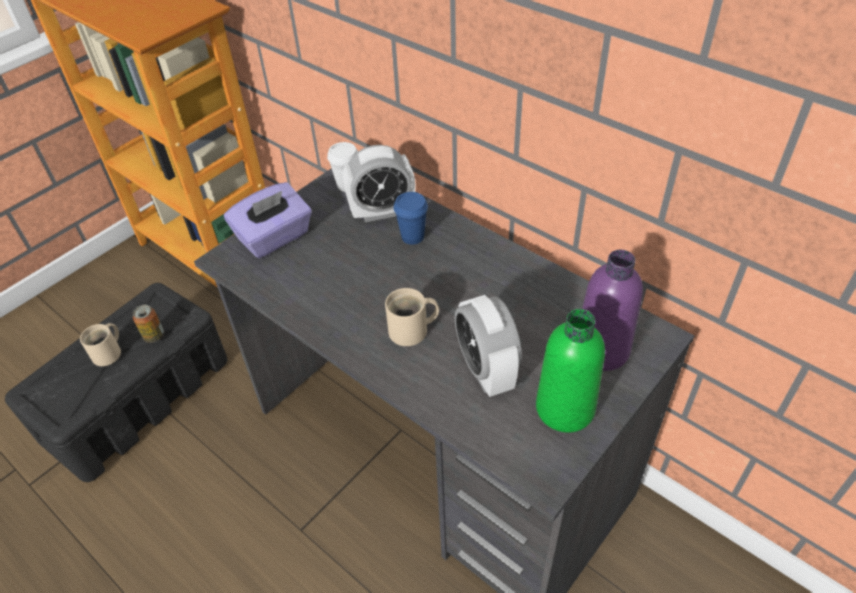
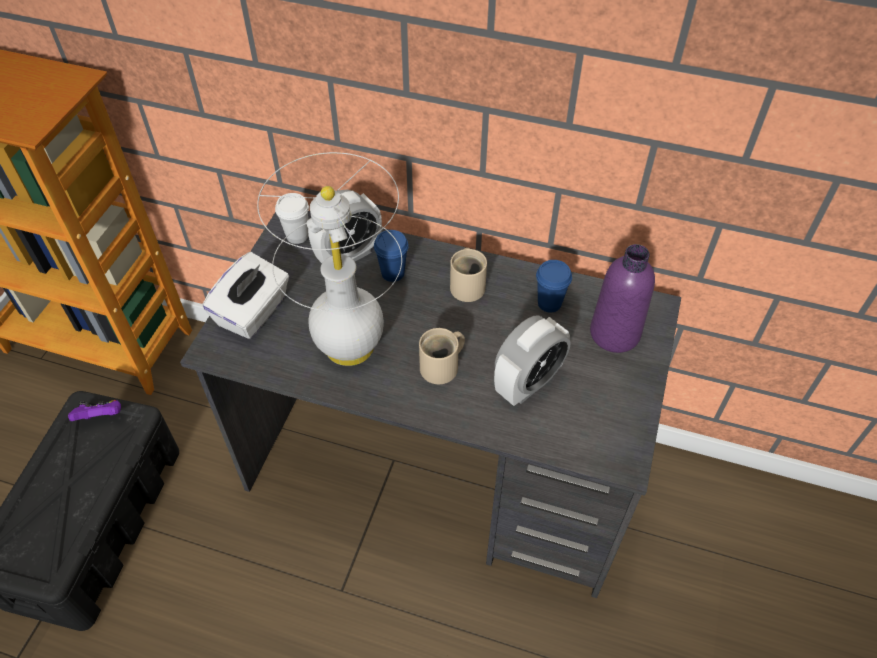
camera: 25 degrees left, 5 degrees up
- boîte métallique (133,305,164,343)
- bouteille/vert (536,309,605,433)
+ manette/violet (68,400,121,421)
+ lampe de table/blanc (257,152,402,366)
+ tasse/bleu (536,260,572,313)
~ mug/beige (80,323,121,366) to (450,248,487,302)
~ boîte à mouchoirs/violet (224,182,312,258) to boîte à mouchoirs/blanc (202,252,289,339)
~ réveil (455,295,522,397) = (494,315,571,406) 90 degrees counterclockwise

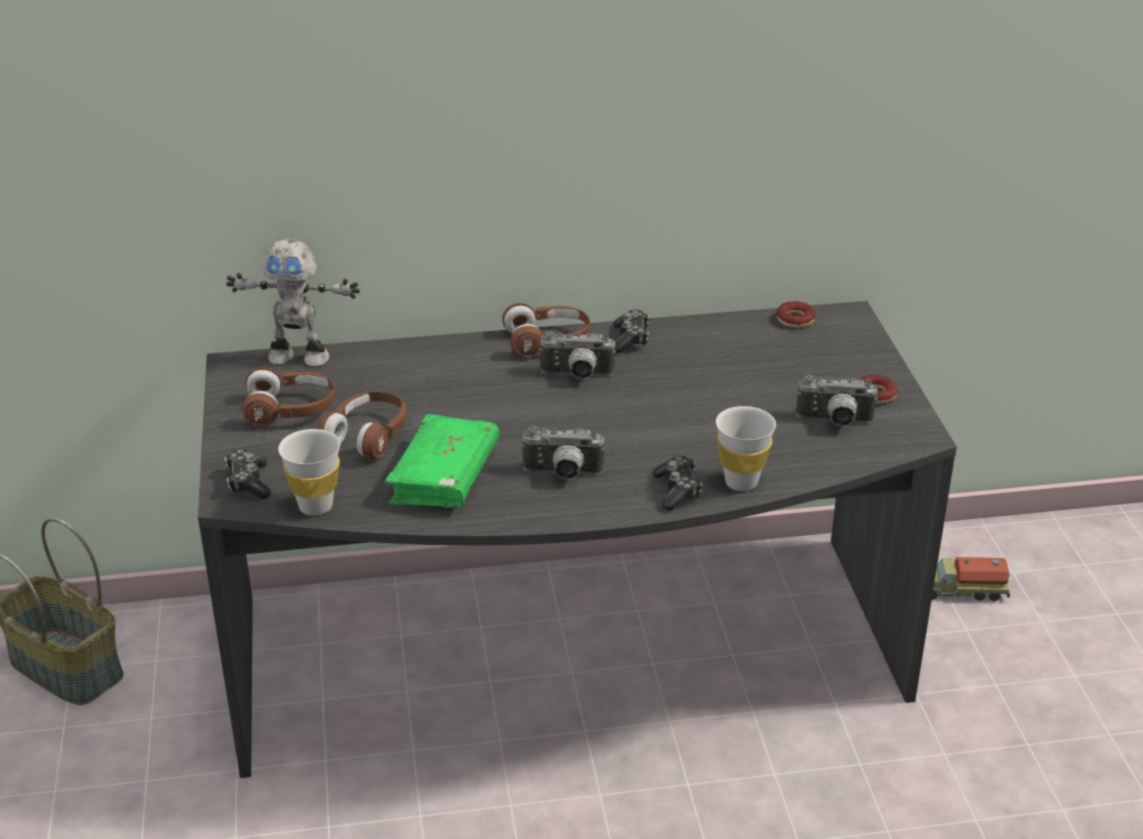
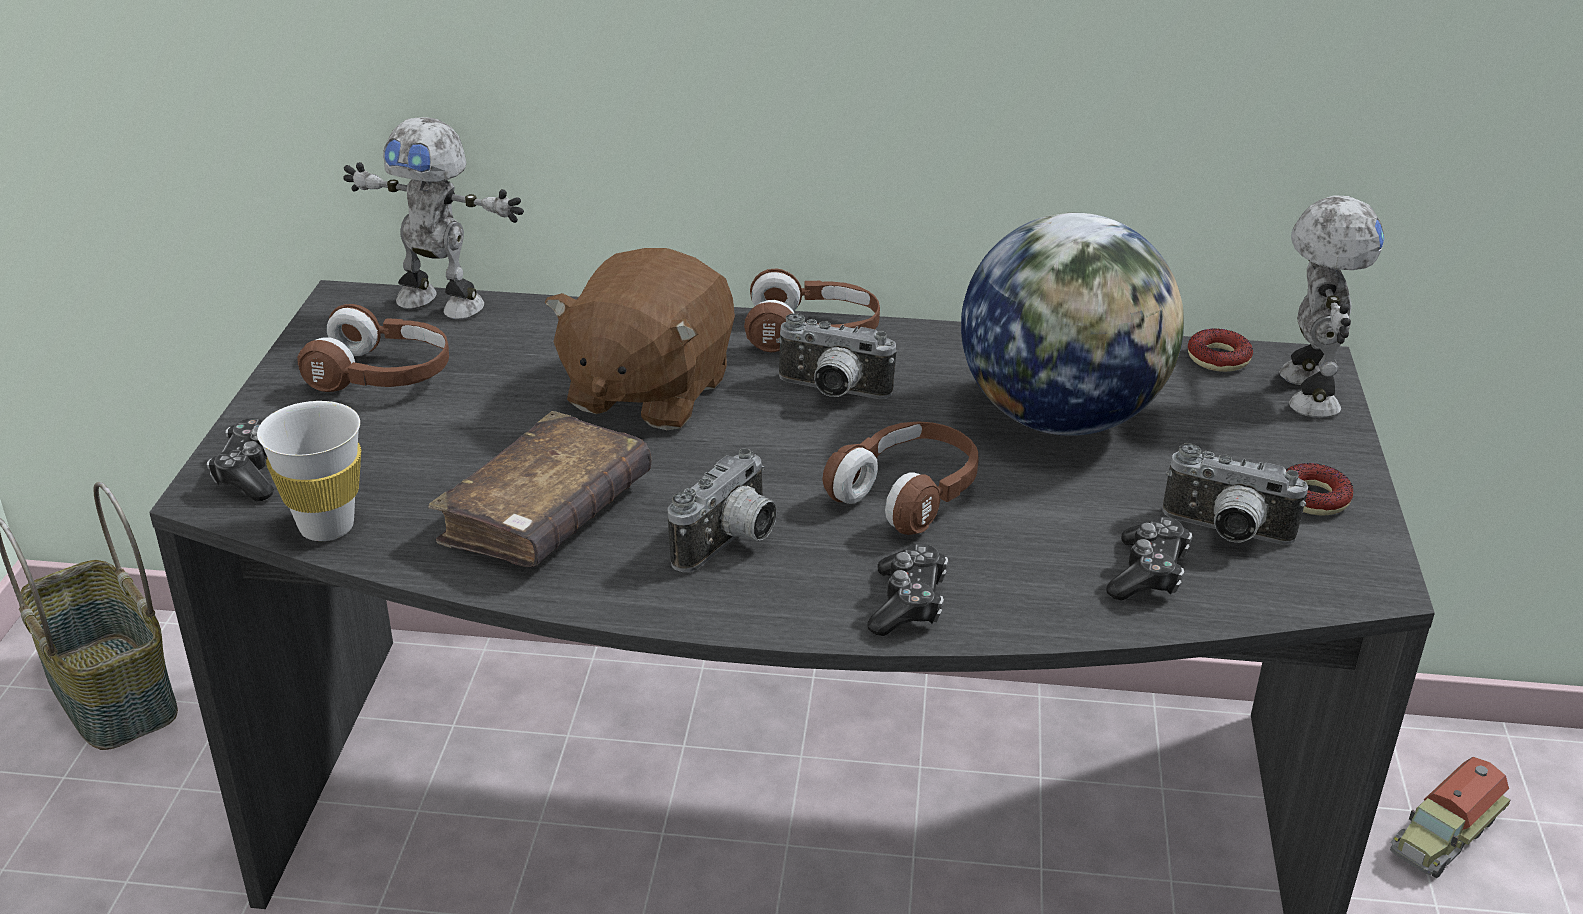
camera: 15 degrees right, 0 degrees up
- tasse/blanc (716,406,776,491)
+ peluche/marron (545,248,735,430)
+ globe (961,213,1184,436)
+ robot jouet (1279,195,1385,418)
~ casque audio/marron (316,391,407,460) to (822,421,979,535)
~ manette (613,309,649,353) to (1106,517,1192,601)
~ livre/vert (385,414,499,508) to livre/marron (429,411,652,567)
~ appareil photo (521,425,605,480) = (668,448,777,572) 75 degrees counterclockwise
~ camion jouet (932,557,1010,601) = (1390,757,1510,878) 60 degrees counterclockwise

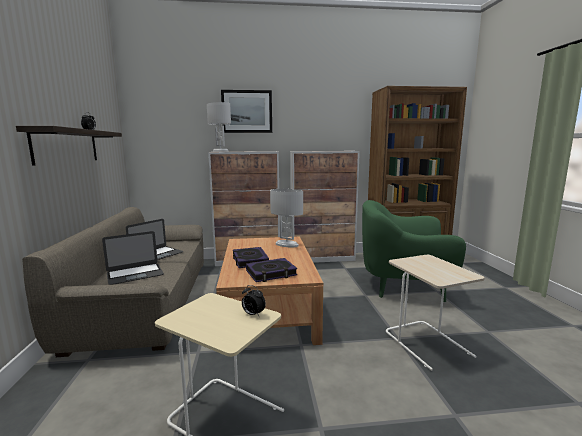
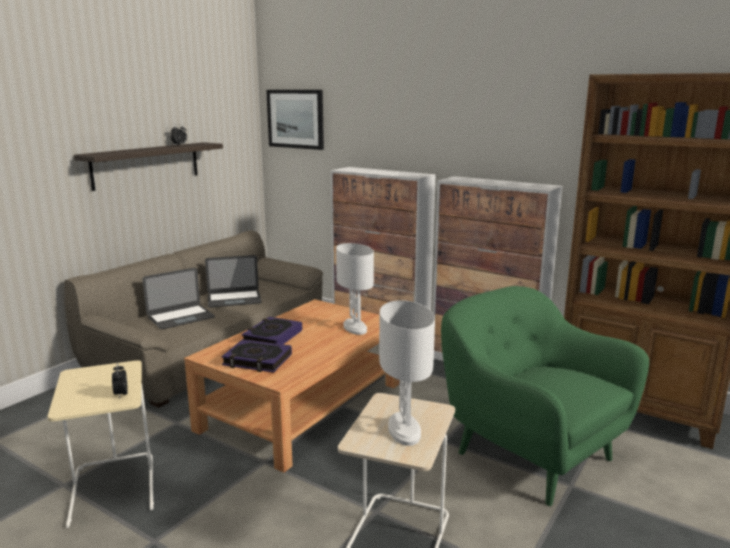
camera: 40 degrees right, 5 degrees up
~ lampe de table/blanc (207,102,231,152) to (379,300,435,446)
~ tableau (221,90,272,133) to (266,90,324,150)
~ ordinateur portable (102,231,164,285) = (143,268,215,329) 45 degrees counterclockwise

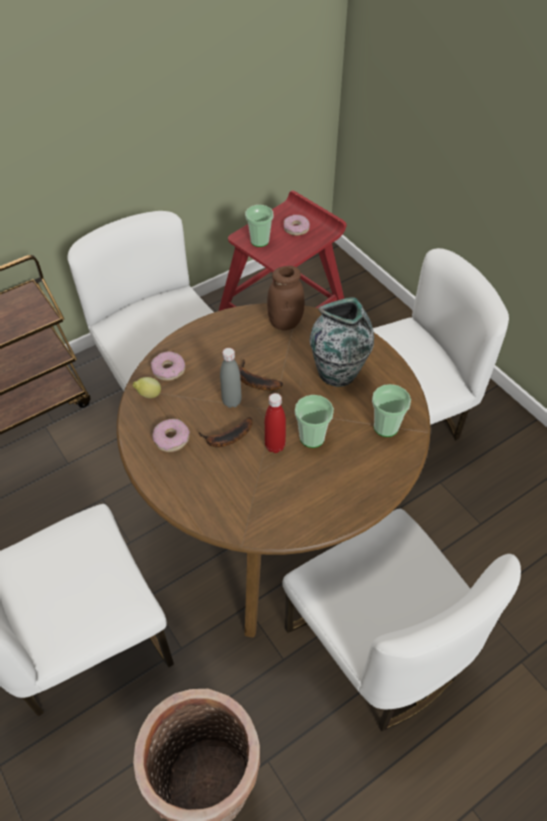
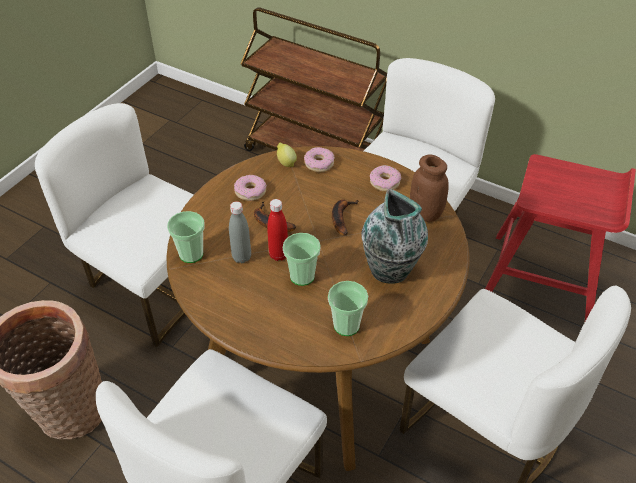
camera: 65 degrees right, 5 degrees down
~ bouteille/gris (220,348,242,408) to (229,201,251,263)
~ tasse (245,205,273,247) to (167,211,205,263)
~ beignet (284,215,310,236) to (370,165,401,192)

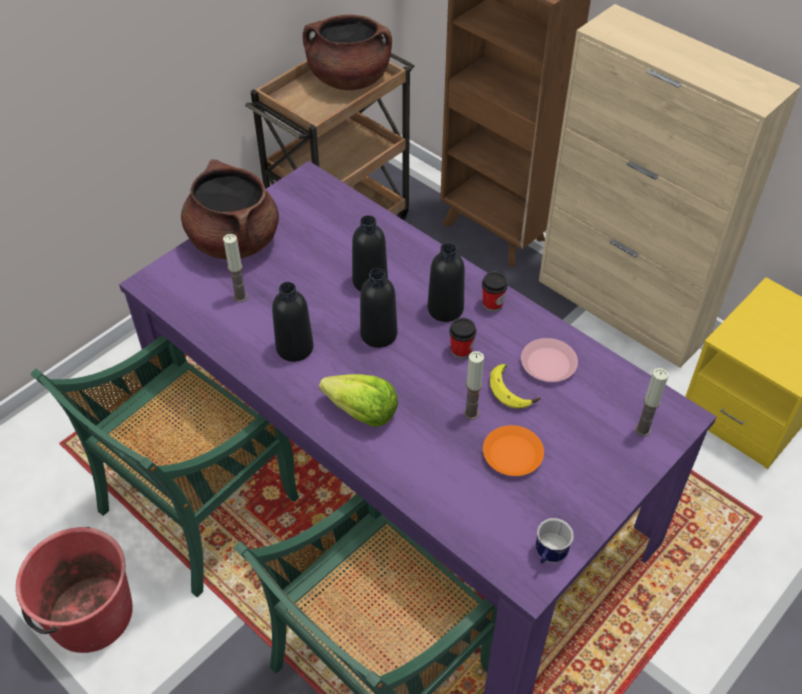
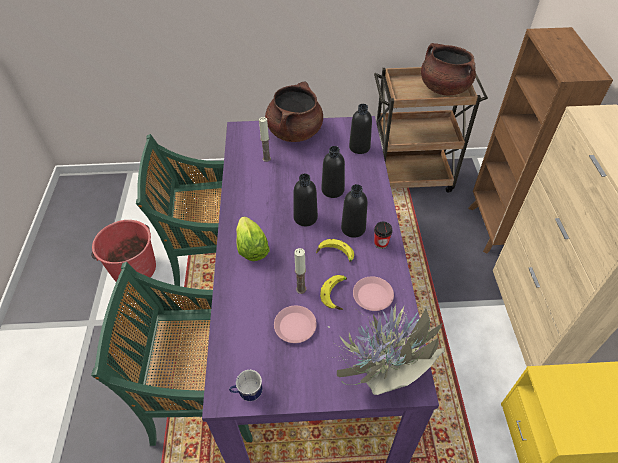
camera: 45 degrees right, 0 degrees up
~ bouteille/noir (272,282,314,362) to (349,104,372,154)
~ tasse (449,318,476,359) to banane (316,239,354,262)
~ bougie (635,368,669,437) to plante en pot (328,305,445,395)
~ assiette/orange (483,425,544,476) to assiette/rose (274,306,317,343)

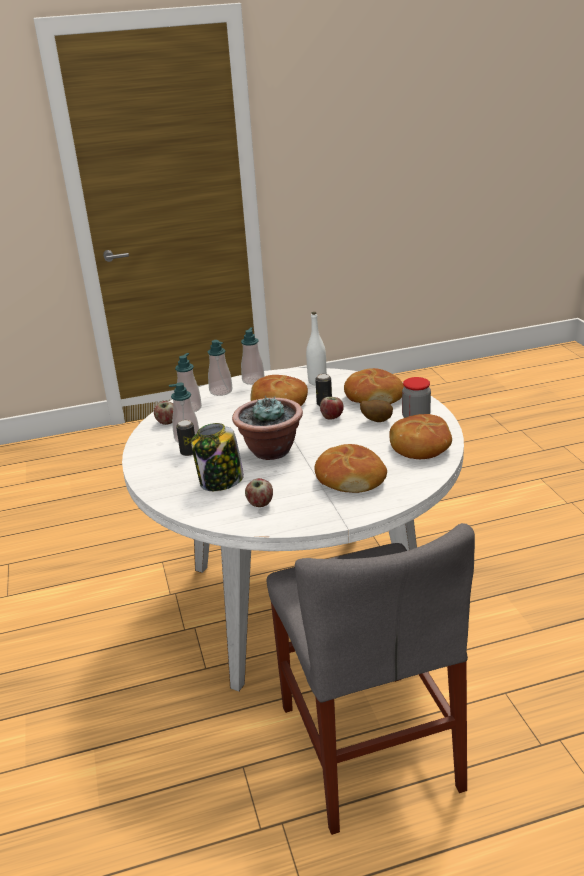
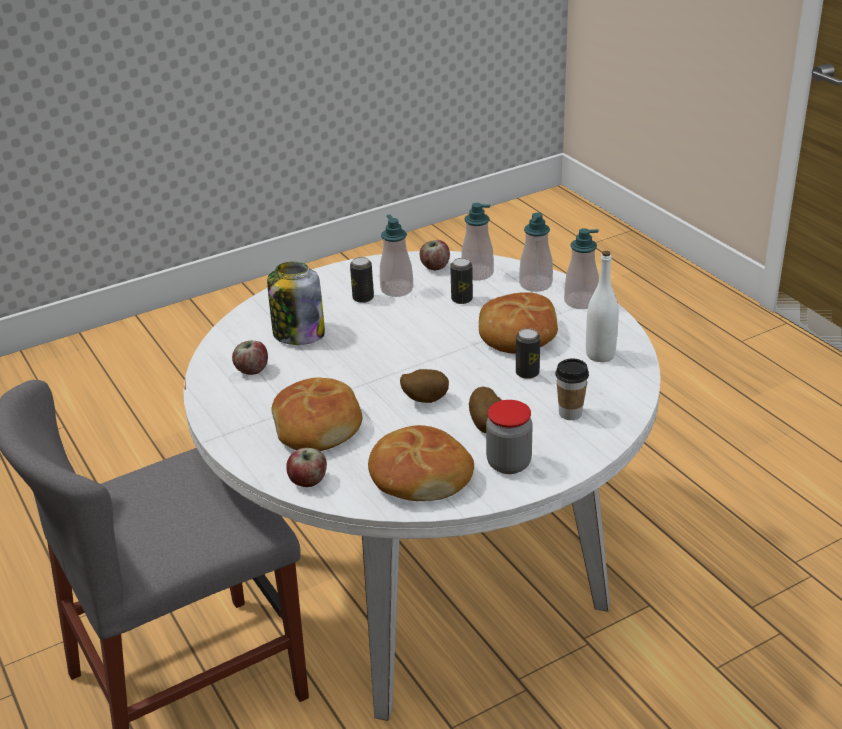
camera: 75 degrees right, 5 degrees up
- plante en pot (232,396,303,460)
+ pomme de terre (400,369,449,403)
+ boîte métallique (450,258,473,304)
~ pomme (320,397,344,420) to (286,448,327,487)
~ pain (344,368,404,404) to tasse (555,359,589,420)

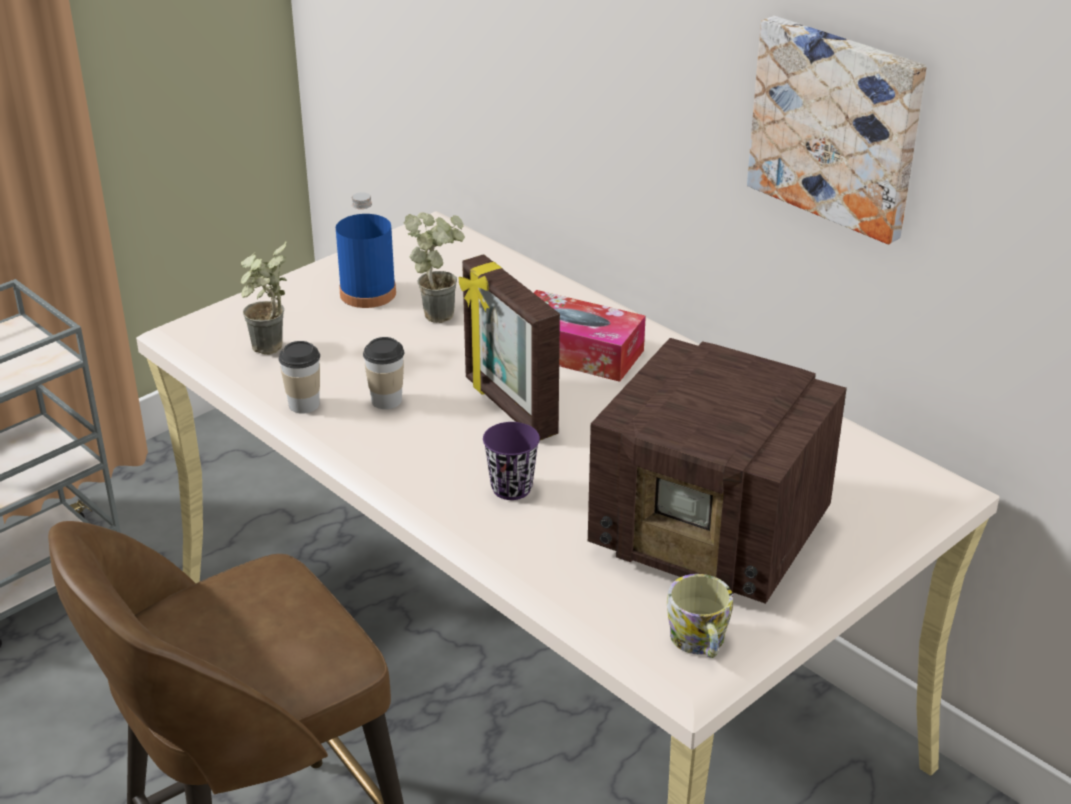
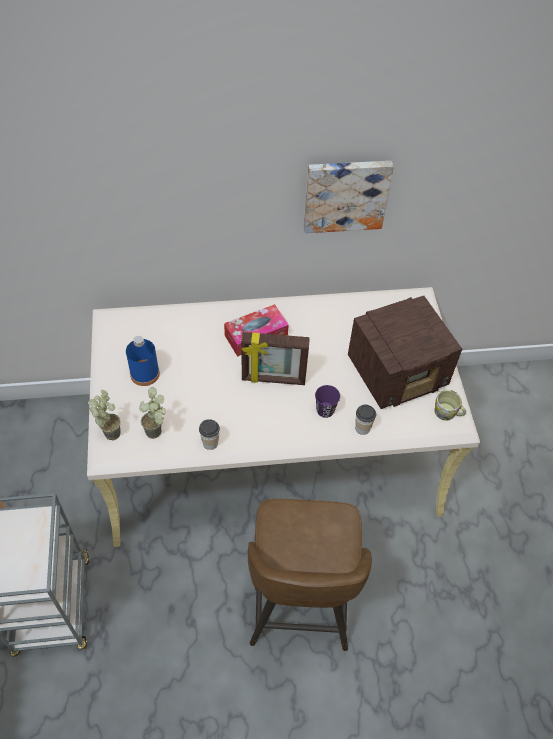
camera: 55 degrees left, 20 degrees up
~ tasse (363,337,404,409) to (355,405,376,435)
~ plante en pot (404,212,465,323) to (88,390,121,440)

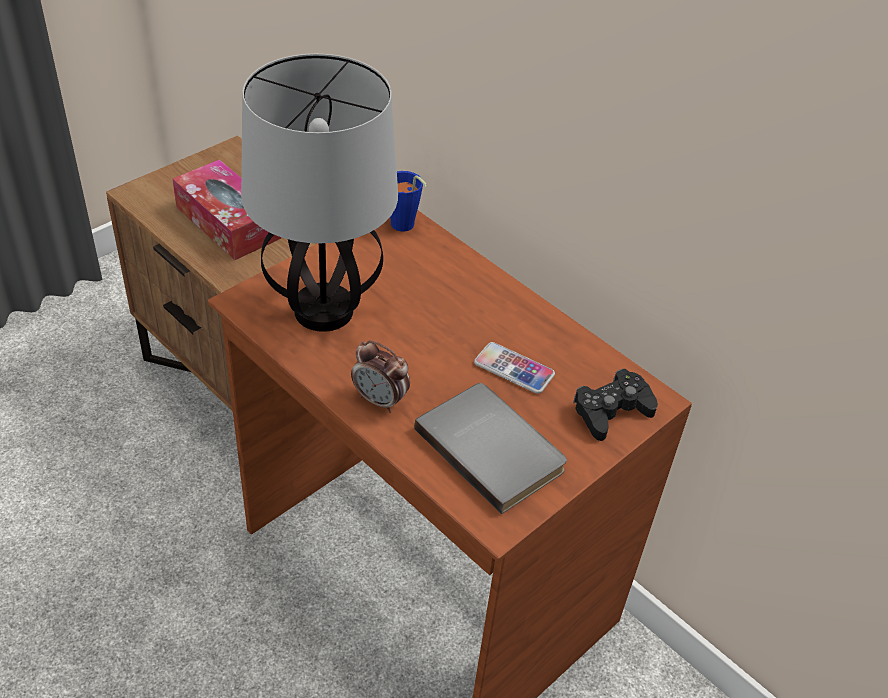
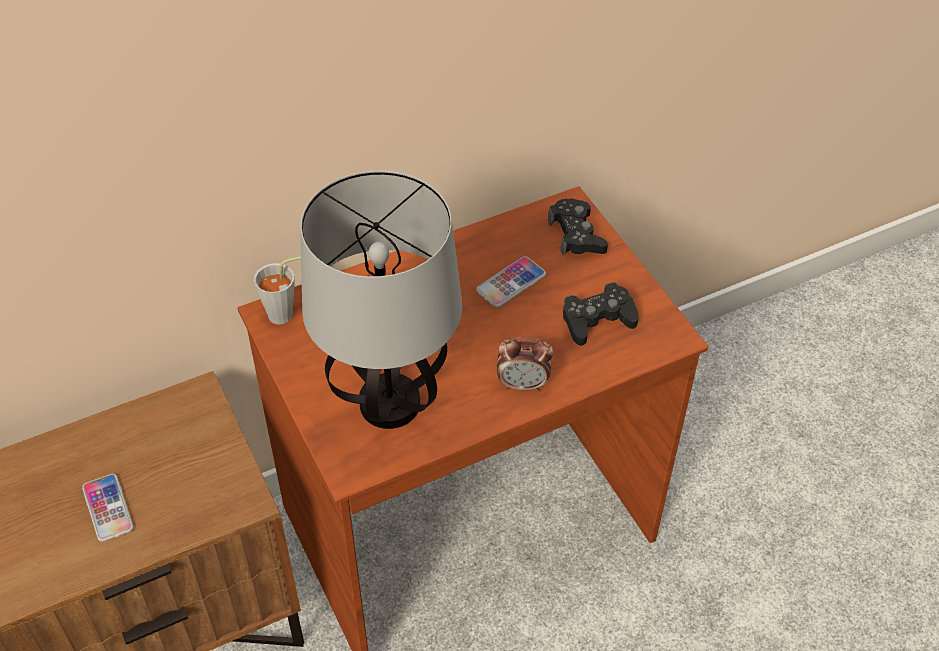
camera: 70 degrees left, 5 degrees up
~ boîte à mouchoirs (172,159,281,260) to téléphone (82,474,133,542)
~ livre/gris (414,383,567,514) to manette/noir (563,282,639,346)
~ tasse/bleu (390,171,427,232) to tasse/gris (254,256,301,325)
~ réveil (351,340,410,413) = (497,337,553,392) 45 degrees clockwise

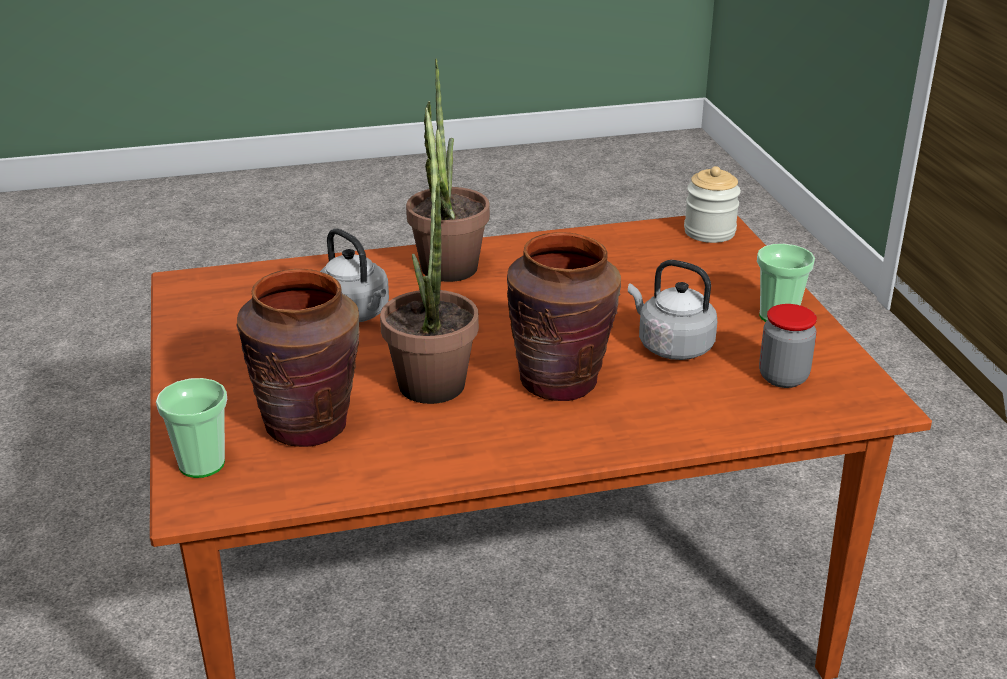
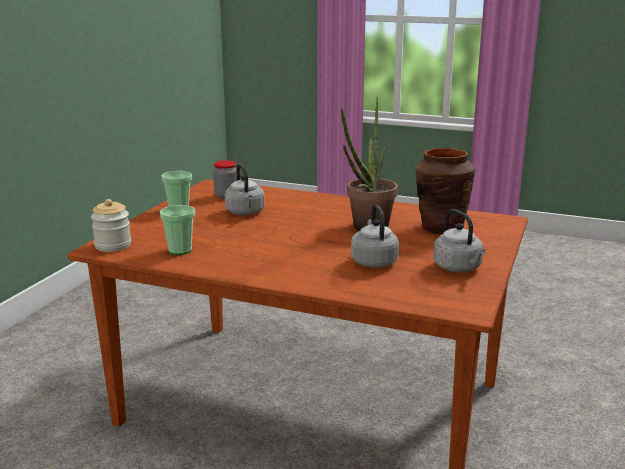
camera: 145 degrees left, 10 degrees down
- plante en pot (406,58,490,282)
- vase/marron (507,232,621,401)
+ bouilloire/gris (433,209,485,272)
~ tasse (156,378,227,478) to (160,205,195,255)

